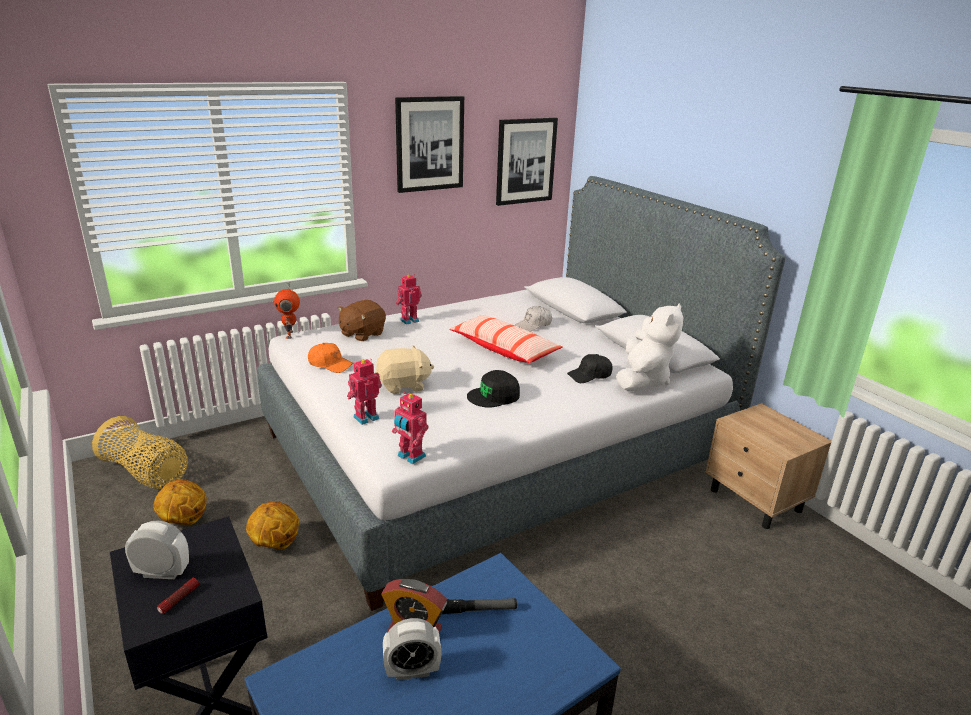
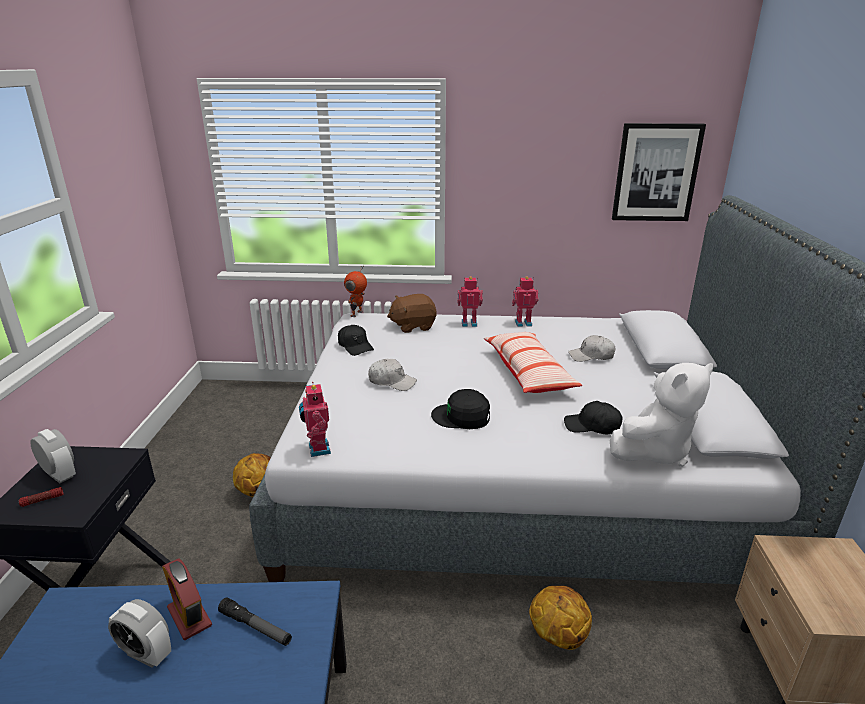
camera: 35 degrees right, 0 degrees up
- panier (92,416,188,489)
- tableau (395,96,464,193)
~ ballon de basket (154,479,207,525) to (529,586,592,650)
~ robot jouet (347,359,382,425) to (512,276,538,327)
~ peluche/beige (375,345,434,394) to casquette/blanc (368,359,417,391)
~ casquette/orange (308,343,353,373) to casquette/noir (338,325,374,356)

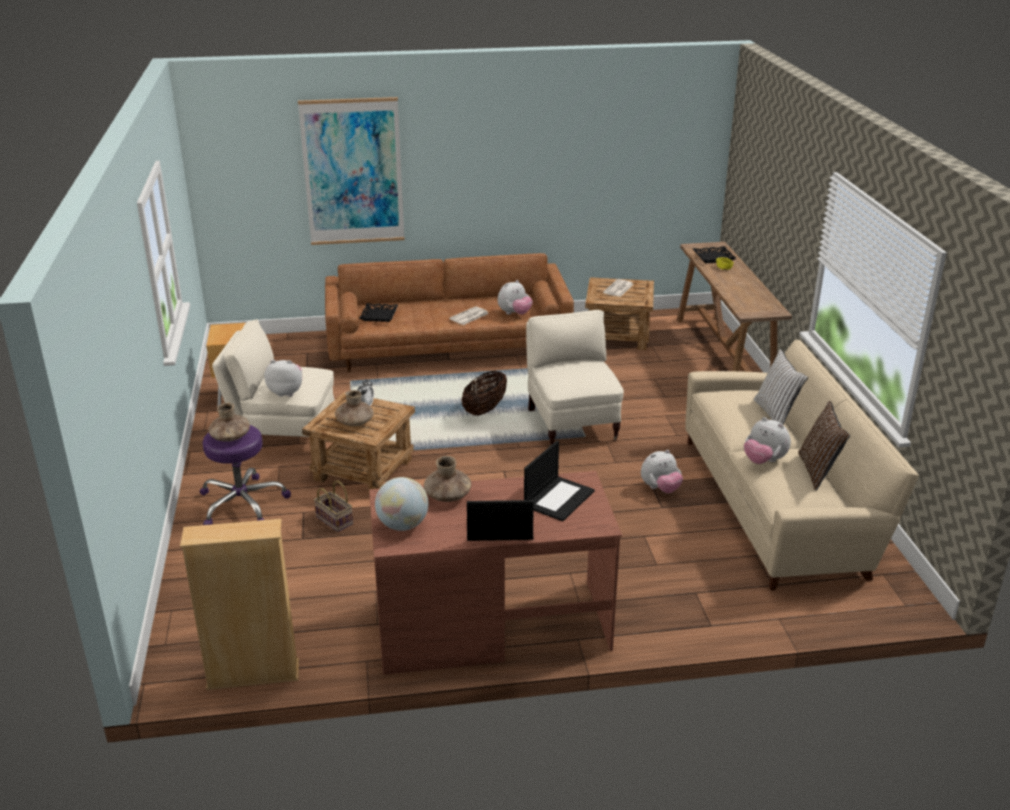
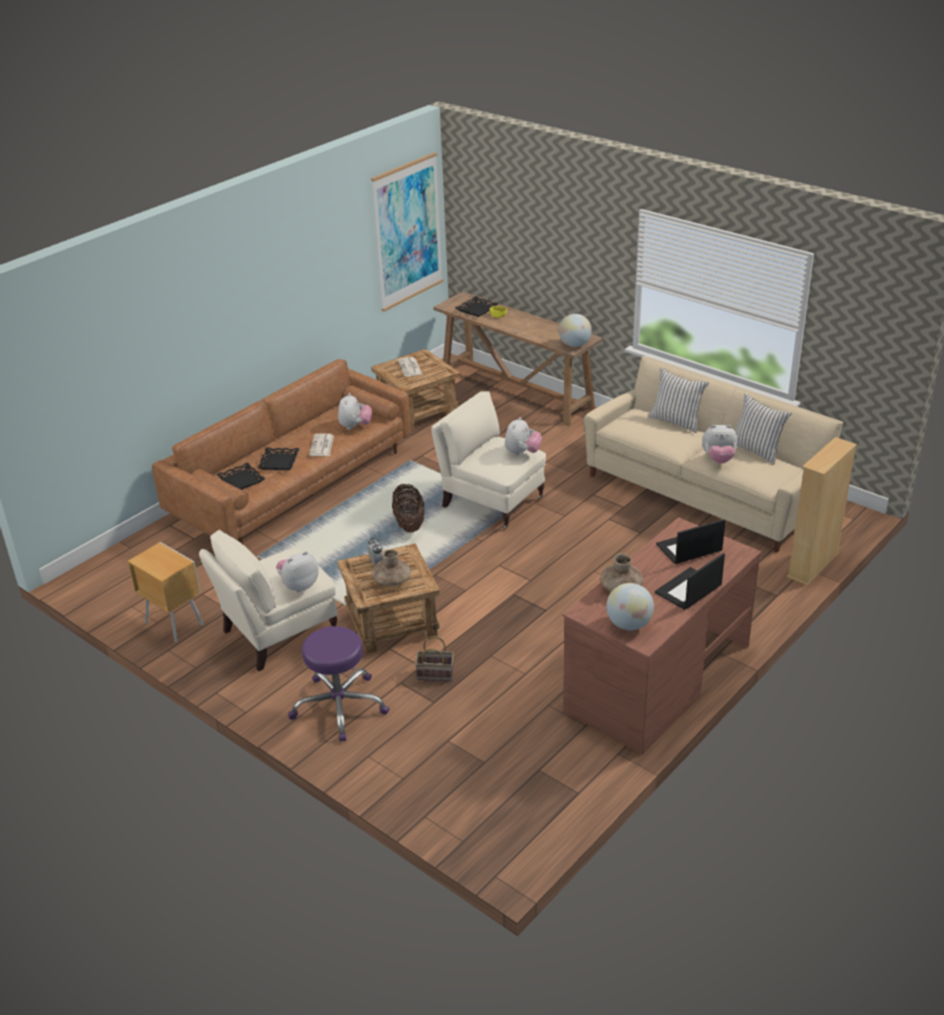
camera: 40 degrees left, 5 degrees up
- vase/marron (209,403,250,442)
+ plateau/noir (257,447,300,470)
+ globe (559,314,592,347)
~ bibliothèque/beige (180,519,299,690) to (787,437,857,586)
~ tableau (298,97,405,245) to (371,152,443,312)
~ peluche (641,450,683,493) to (505,417,542,456)
~ coussin/marron (798,401,850,491) to coussin/blanc (735,394,791,465)
~ ordinateur portable (524,441,595,521) = (656,519,725,564) 105 degrees counterclockwise

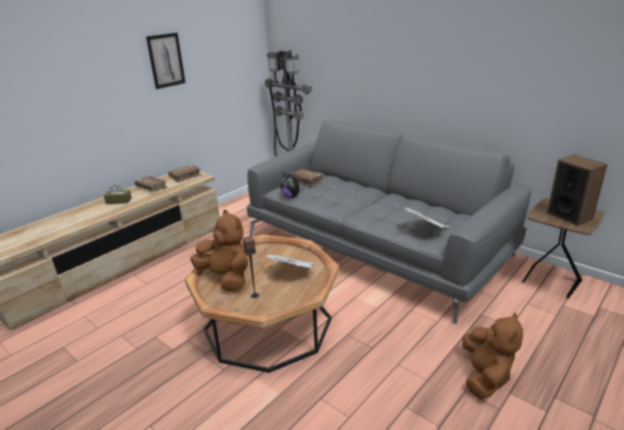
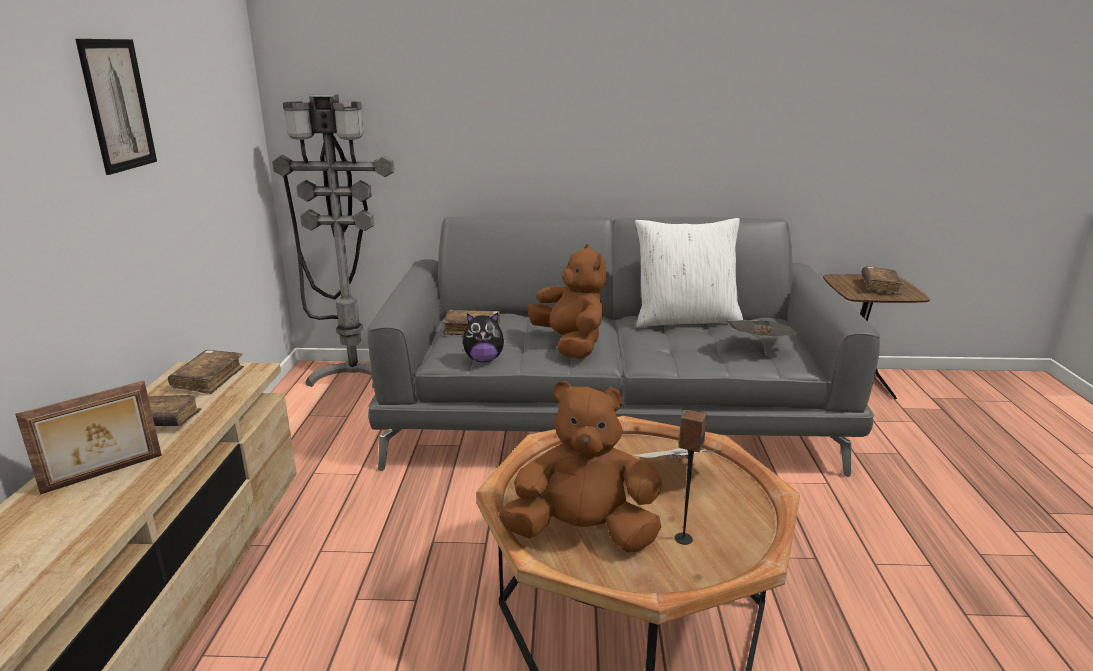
camera: 40 degrees left, 5 degrees down
+ coussin/blanc (635,218,743,328)
~ peluche/marron (462,313,523,399) to (527,244,607,359)
~ boîte à mouchoirs/marron (104,184,132,204) to cadre photo (15,381,162,495)
~ enceinte (547,155,608,226) to livre/marron (862,267,904,295)

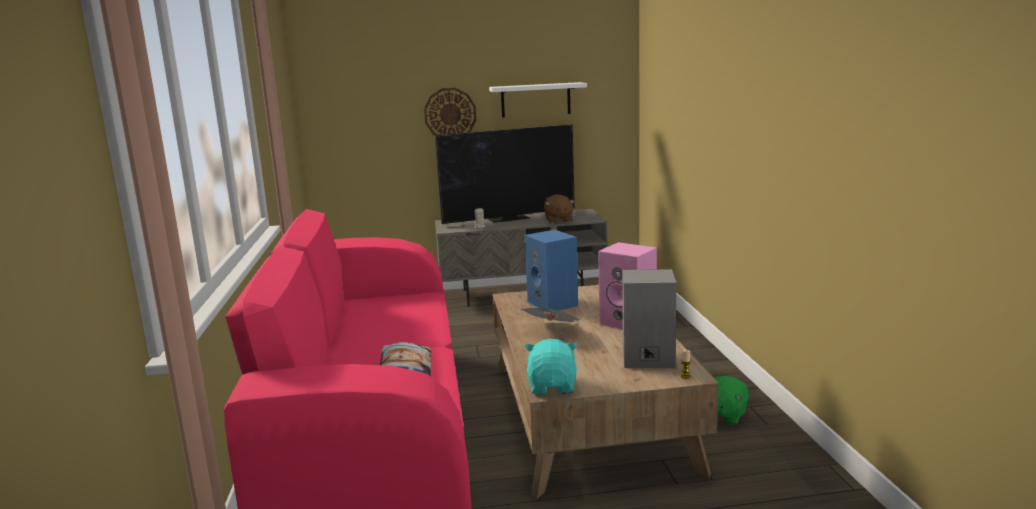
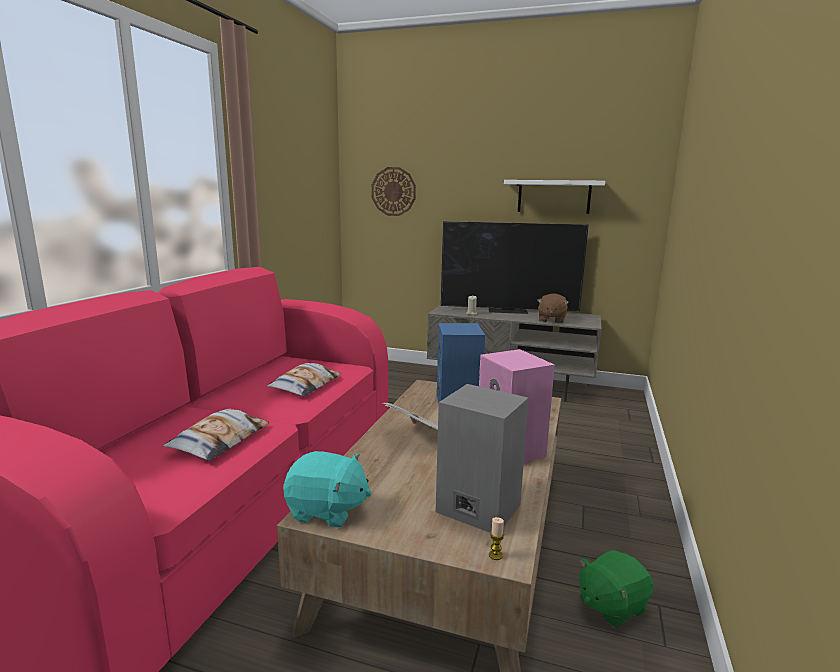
camera: 25 degrees right, 0 degrees up
+ coussin (267,363,341,396)
~ horloge murale (424,88,476,135) to (372,167,416,216)
~ peluche/turquoise (525,339,577,394) = (283,451,372,528) 75 degrees clockwise

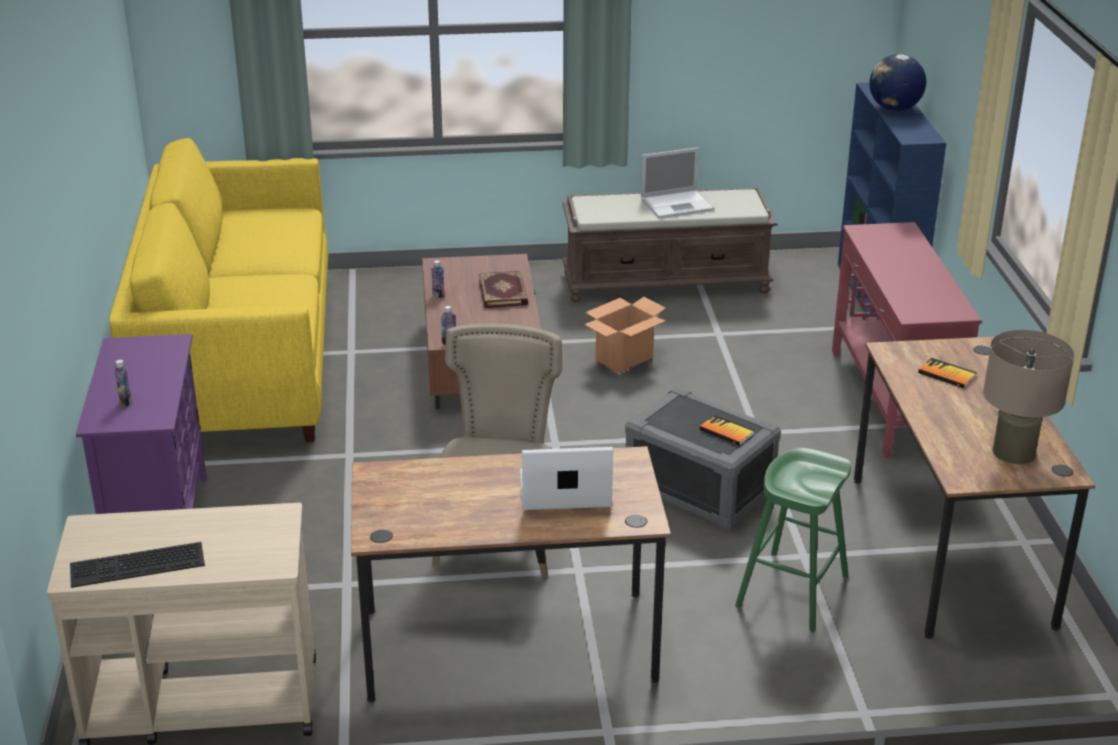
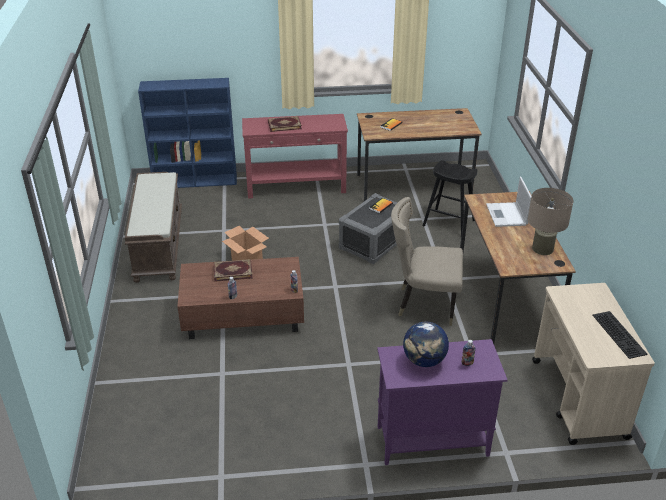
camera: 90 degrees left, 5 degrees up
- canapé/jaune (109,138,328,442)
- ordinateur portable (641,147,715,218)
+ livre (268,116,302,132)
~ globe (869,54,926,111) to (403,322,449,367)
~ lampe de table/beige (983,330,1074,464) to (528,188,574,255)
~ tabouret/vert (735,447,851,632) to tabouret/noir (422,160,478,235)

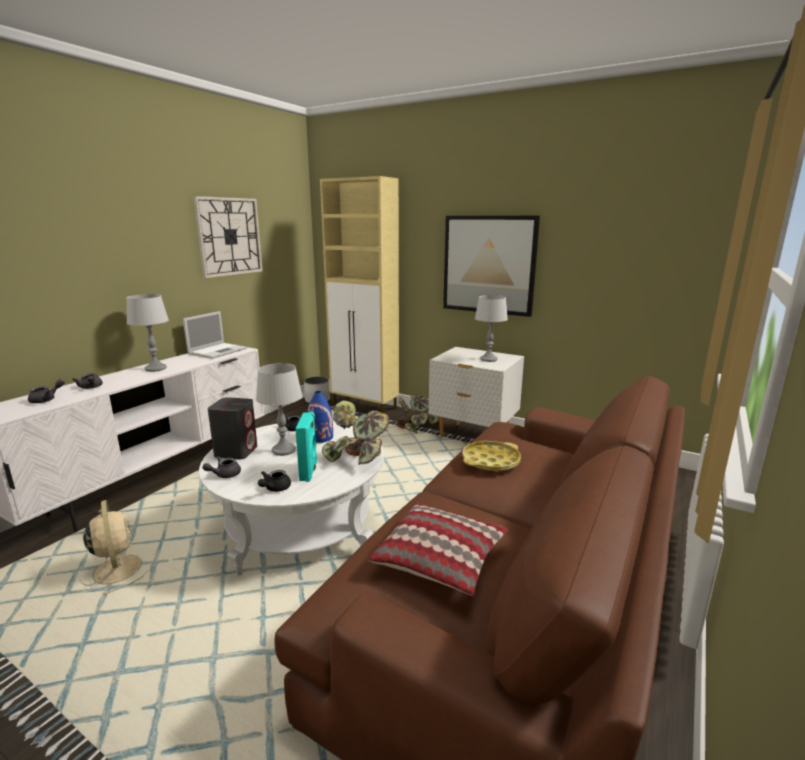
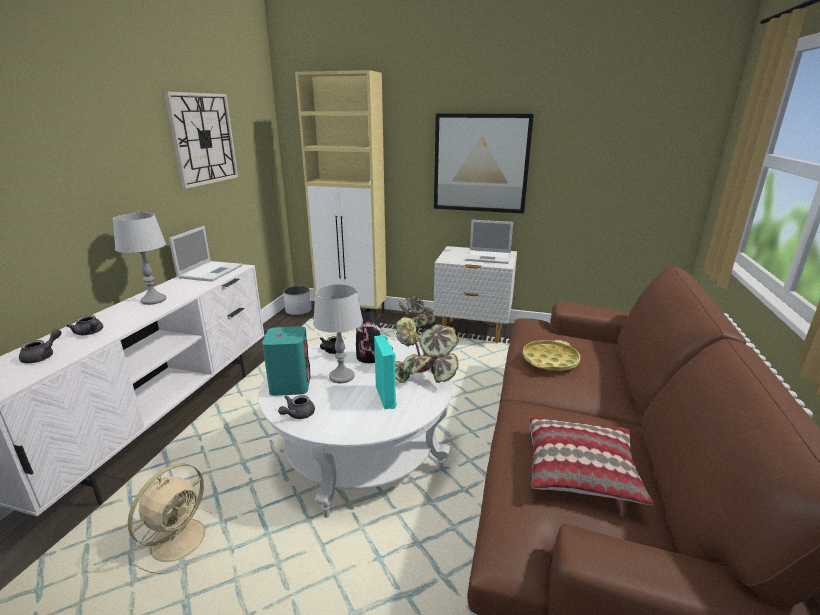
camera: 15 degrees left, 5 degrees up
- théière/noir (258,470,291,492)
~ lampe de table/gris (475,295,508,362) to ordinateur portable (465,220,513,264)
~ enceinte/gris (208,397,257,460) to enceinte/turquoise (262,326,310,396)
~ vase/bleu (307,391,333,443) to vase/noir (356,309,382,363)
~ ventilateur/beige (79,500,152,595) = (128,463,212,574) 75 degrees clockwise

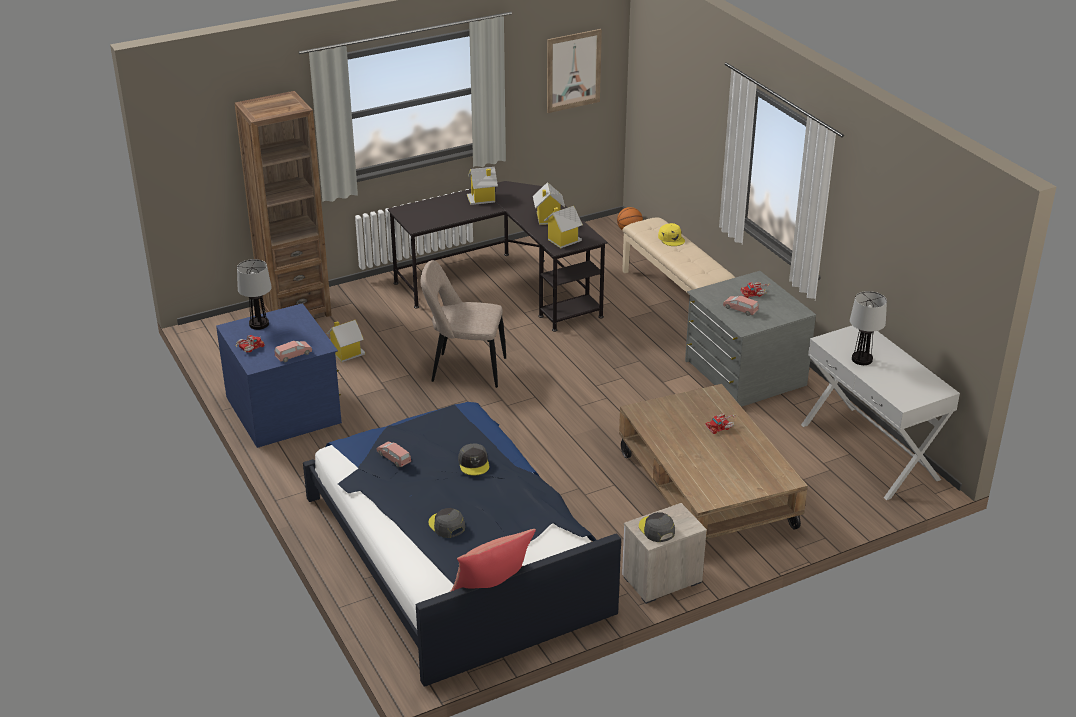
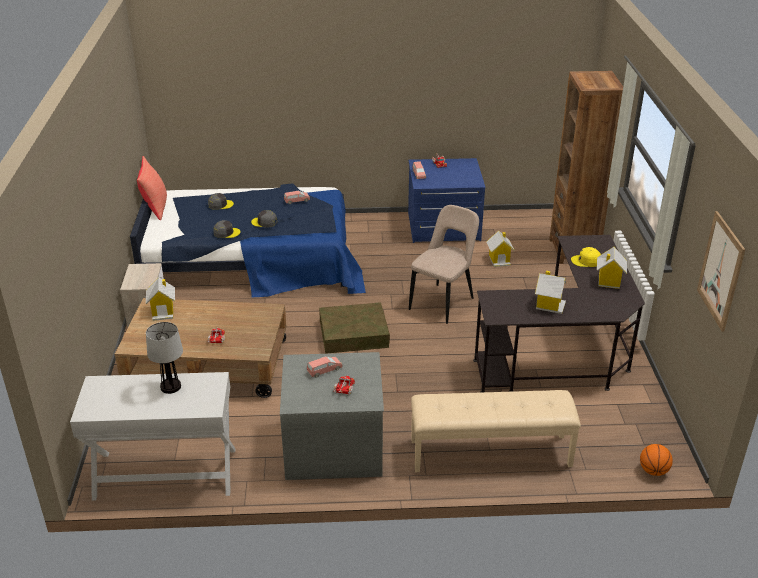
camera: 115 degrees right, 0 degrees up
- lampe de table (237,259,272,330)
+ boîte de rangement/marron (319,302,390,354)
~ maison miniature (544,206,583,248) to (146,277,175,321)
~ casquette/gris (639,512,675,542) to (213,220,241,238)
~ casquette/jaune (658,223,685,246) to (571,247,601,267)

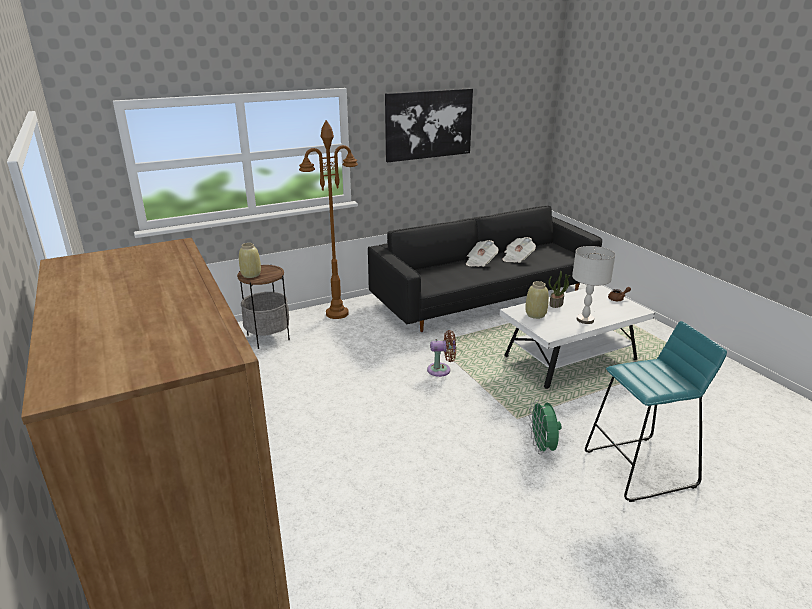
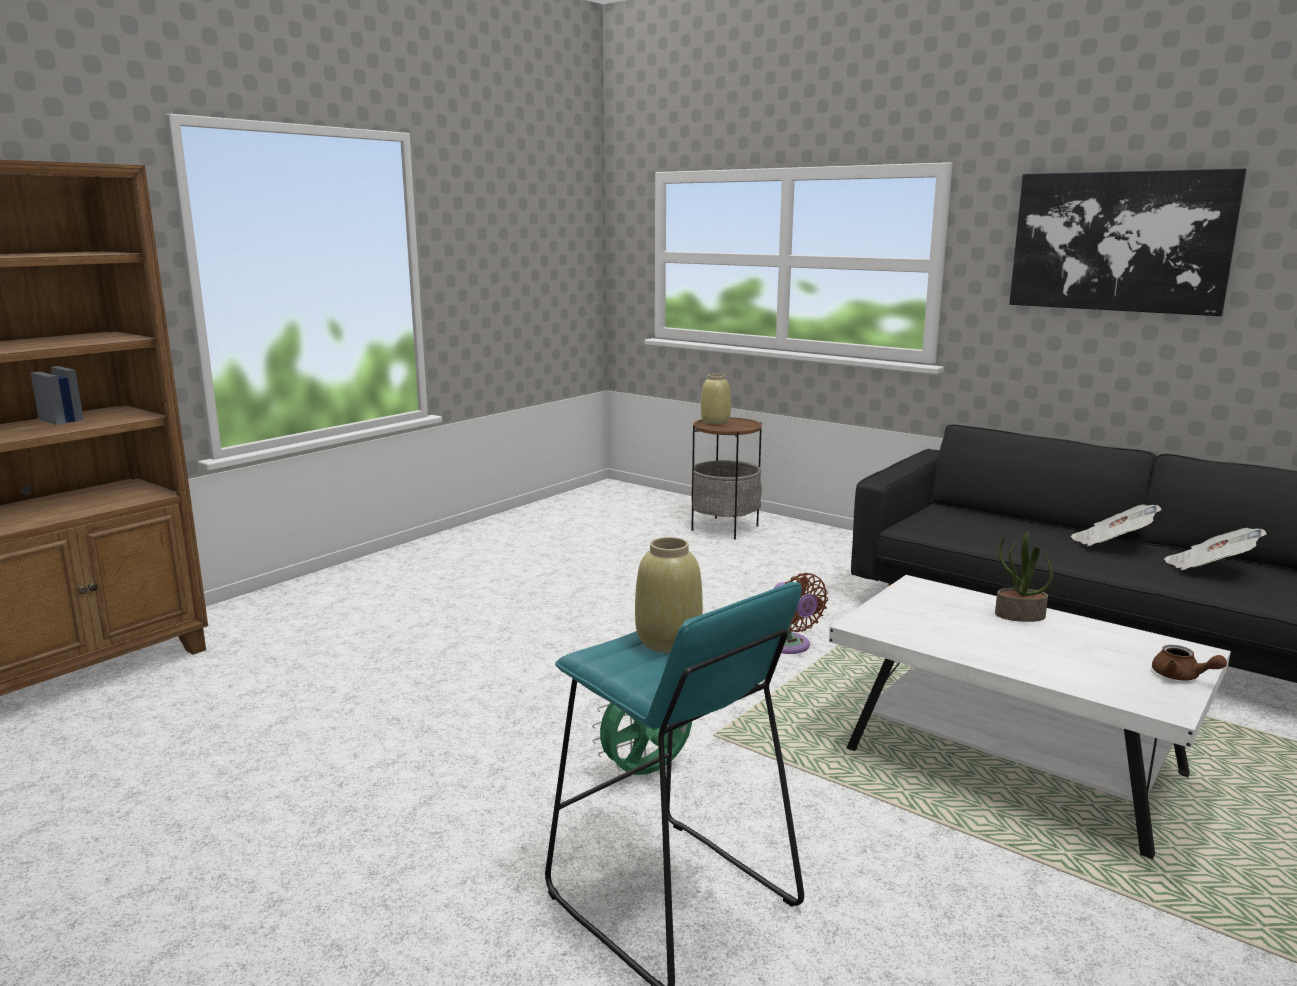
camera: 65 degrees right, 10 degrees down
- lampadaire/marron (299,120,358,319)
- lampe de table/gris (572,246,615,324)
~ vase/beige (525,281,549,319) to (635,537,703,653)

